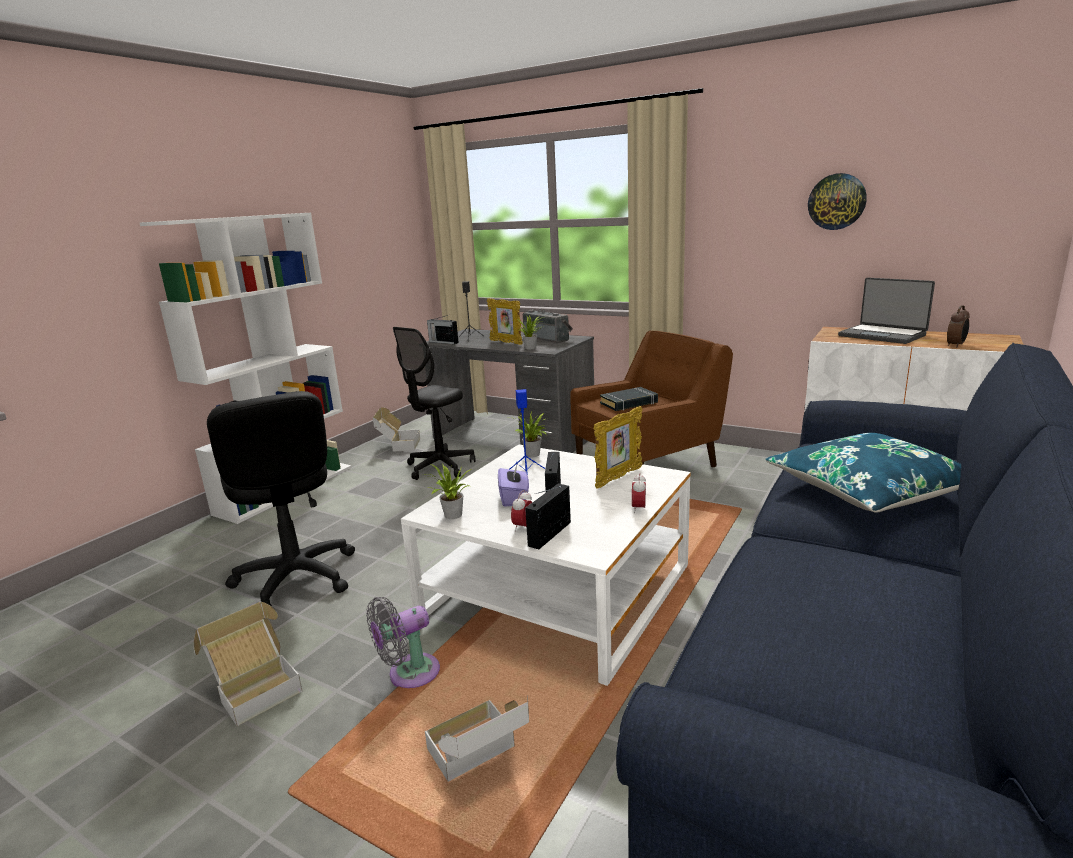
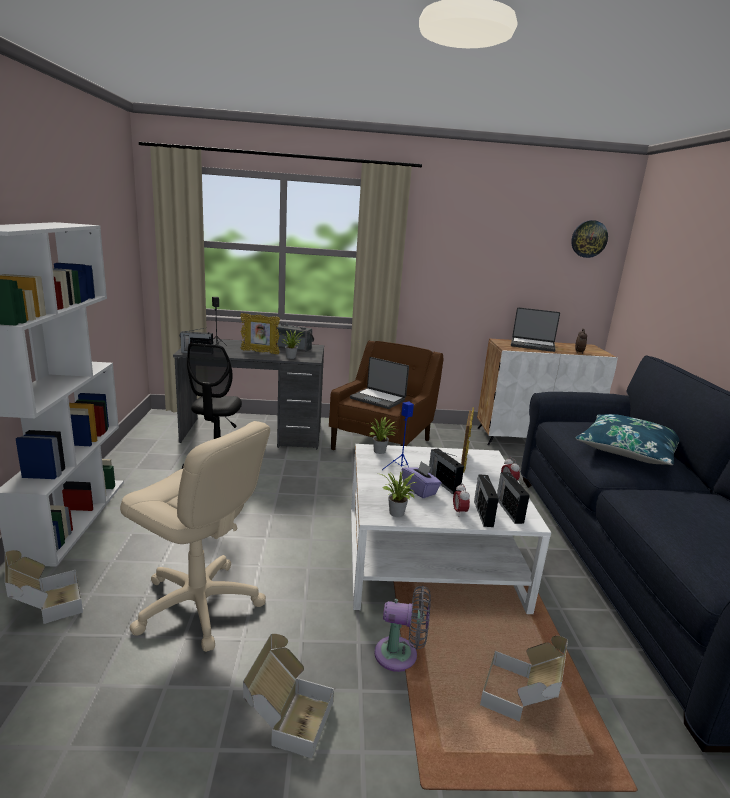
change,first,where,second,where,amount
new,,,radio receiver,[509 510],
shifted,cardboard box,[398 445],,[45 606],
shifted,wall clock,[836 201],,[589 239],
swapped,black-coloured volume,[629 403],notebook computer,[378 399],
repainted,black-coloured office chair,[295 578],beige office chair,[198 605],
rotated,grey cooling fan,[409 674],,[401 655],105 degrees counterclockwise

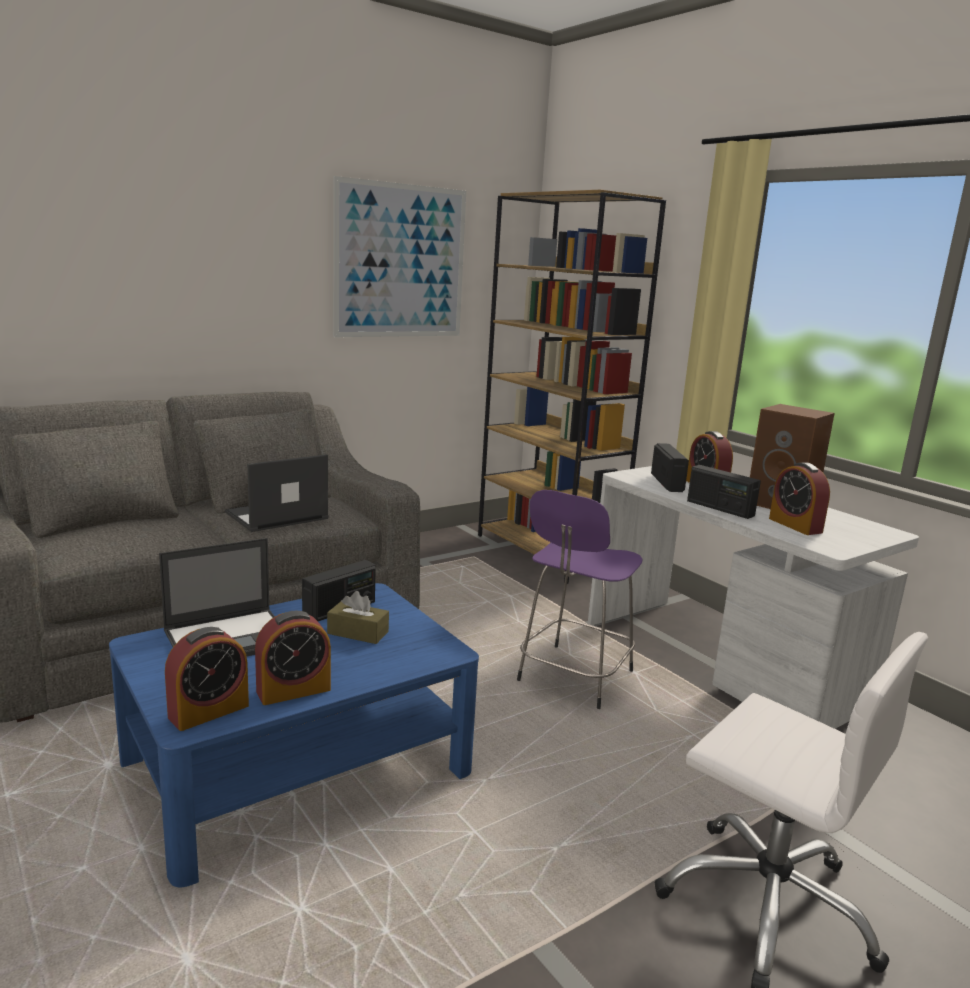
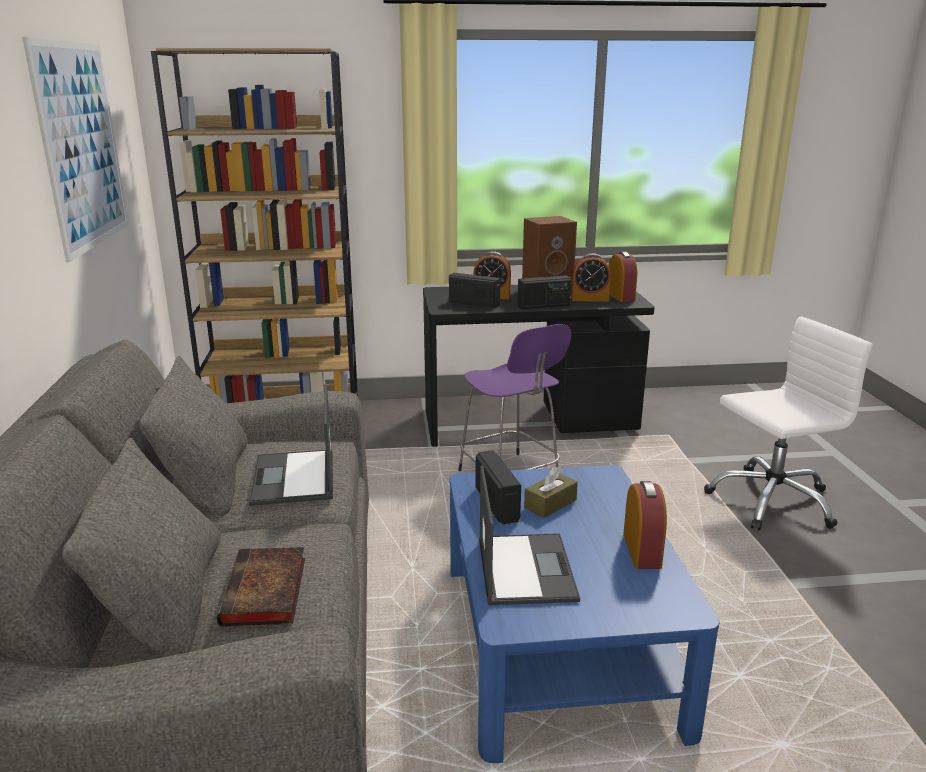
change,first,where,second,where,amount
new,,,volume,[265 593],
shifted,bedside clock,[209 711],,[620 296],
repainted,white desk unit,[721 662],black-coloured desk unit,[529 421],

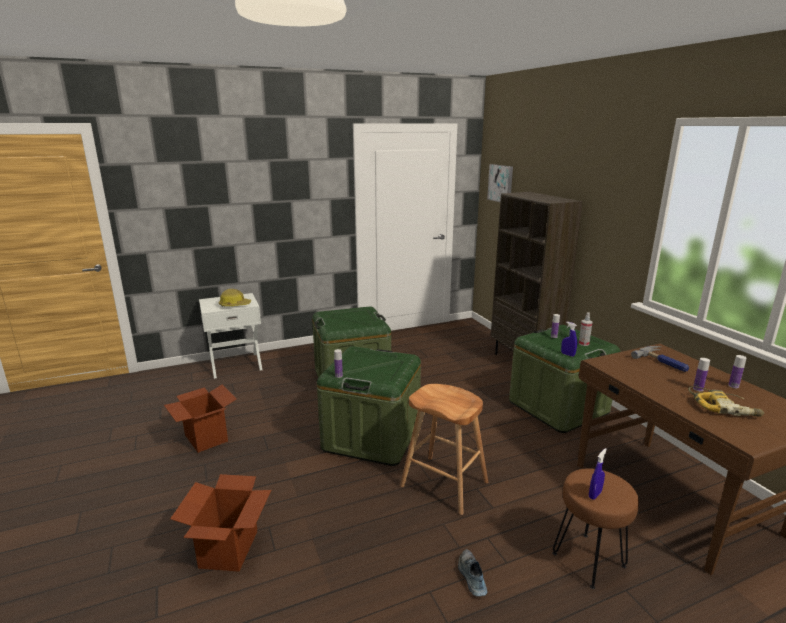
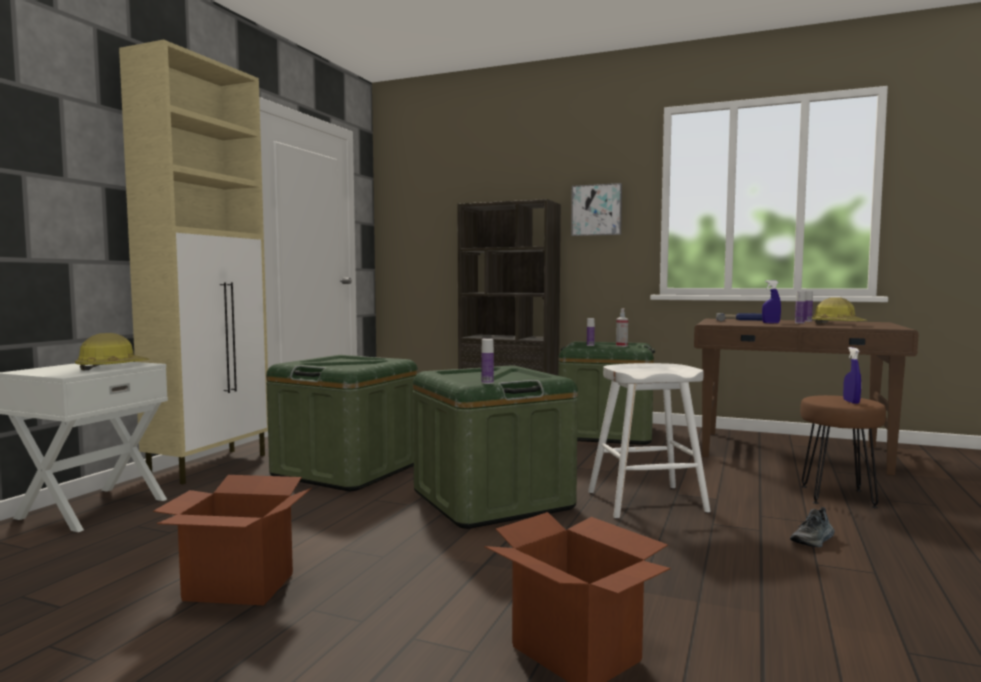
change,first,where,second,where,amount
new,,,beige storage cabinet,[211 465],
shifted,wall art,[501 183],,[596 210],
shifted,bluish hand sprayer,[567 354],,[770 323],
swapped,electric drill,[723 407],hard hat,[837 324],
repainted,brown sitting stool,[444 484],white sitting stool,[646 502],
rotated,low shoe,[471 577],,[813 540],75 degrees counterclockwise

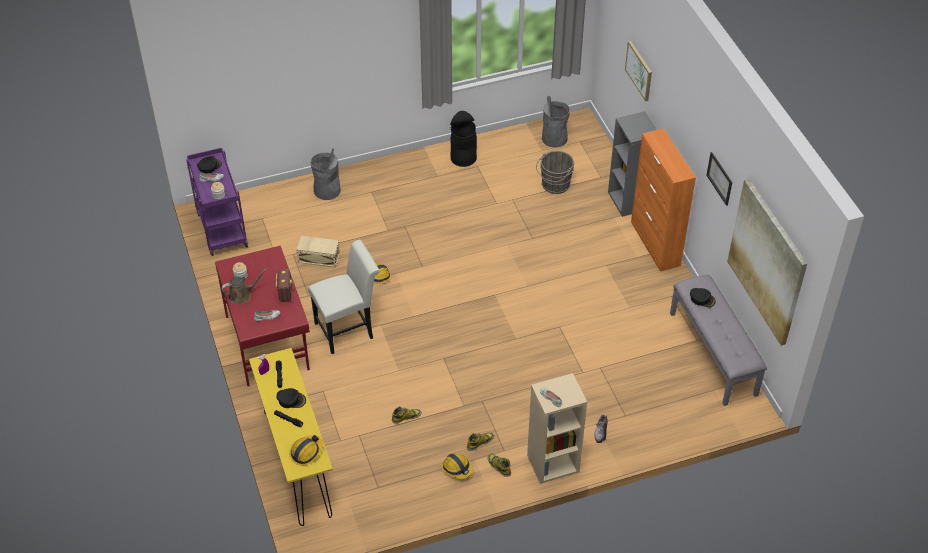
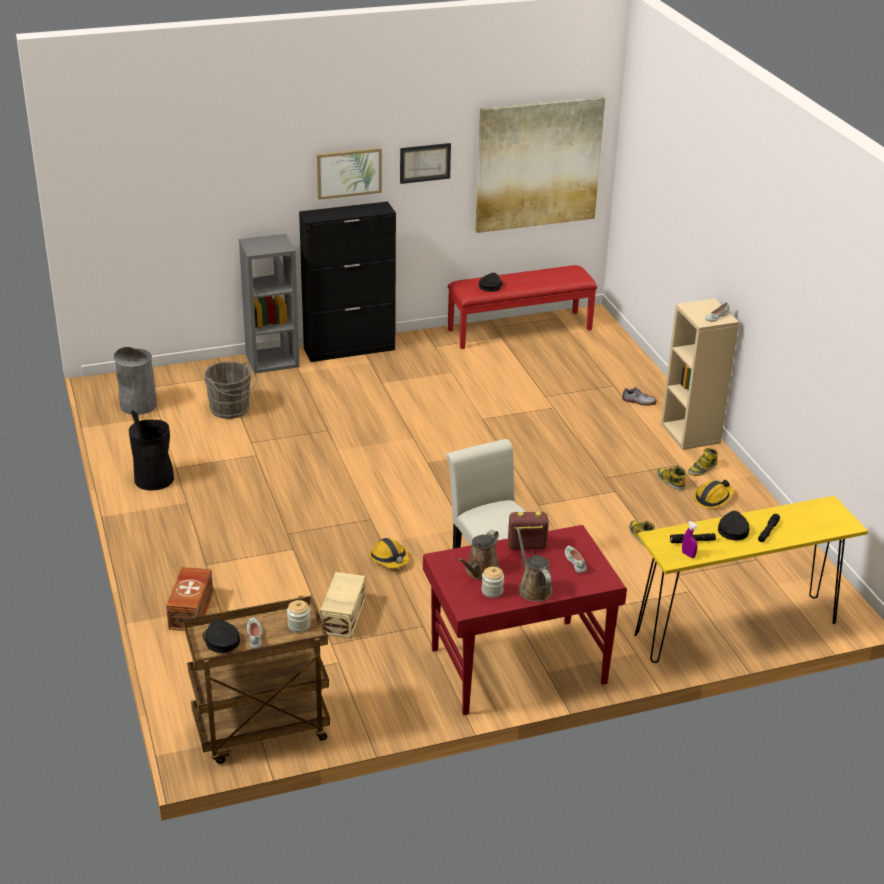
change,first,where,second,where,amount
gone,hard hat,[306 452],,,
new,,,brown watering pot,[480 571],
shifted,wall art,[639 70],,[349 172],
swapped,grey trash can,[327 190],brown storage bin,[192 610],
repainted,purple-coloured wheeled cart,[221 229],brown wheeled cart,[260 731],
repainted,orangey storage cabinet,[655 244],black-coloured storage cabinet,[350 349],
repainted,grey indoor bench,[713 353],red-coloured indoor bench,[519 329],

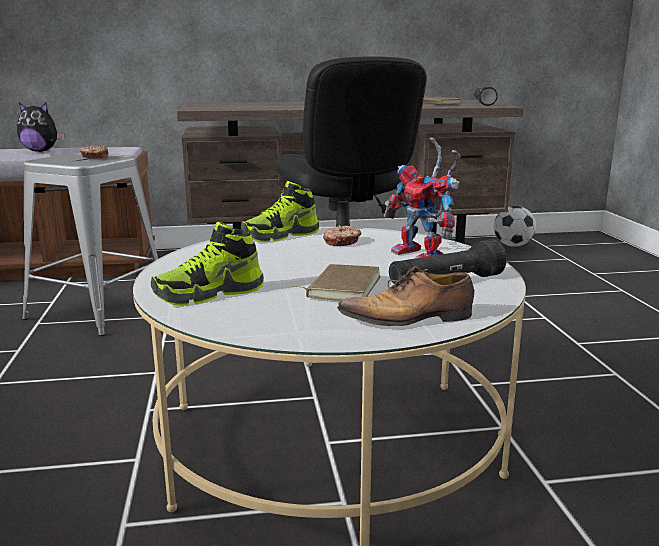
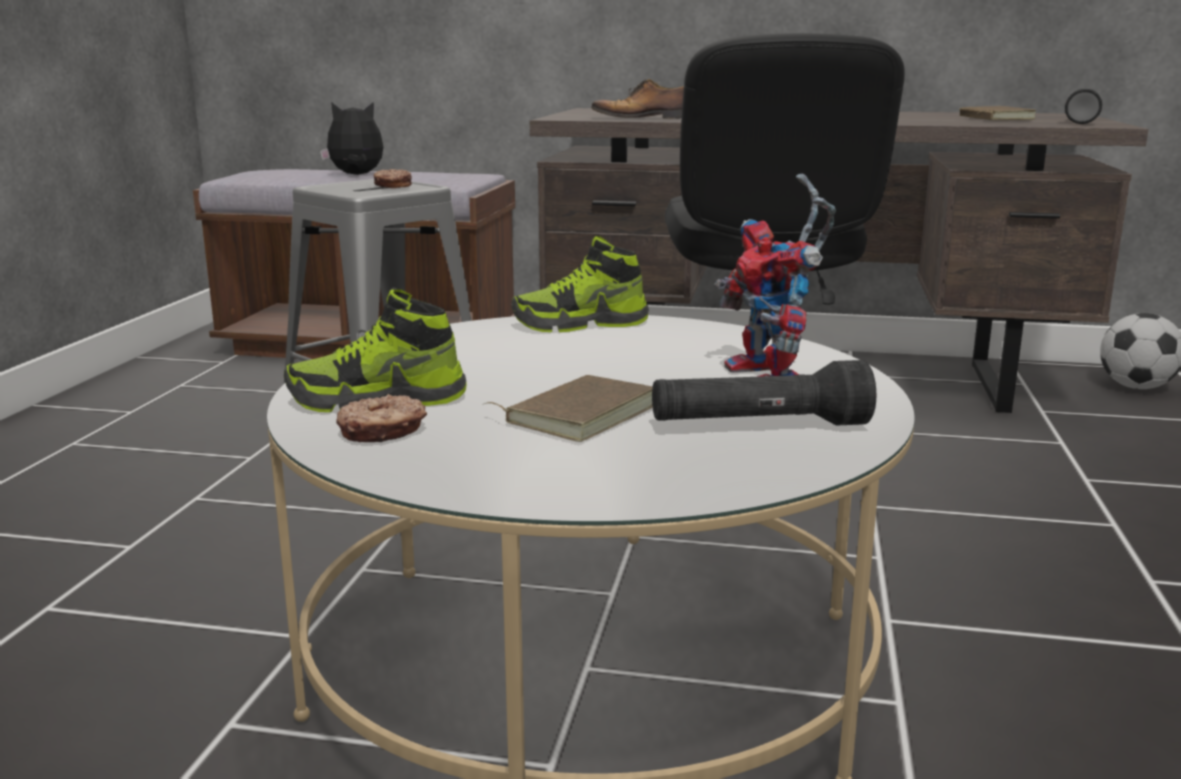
change,first,where,second,where,amount
shifted,ring doughnut,[342 242],,[382 432],
shifted,low shoe,[409 319],,[643 118],
rotated,soft toy,[41 151],,[356 175],150 degrees clockwise

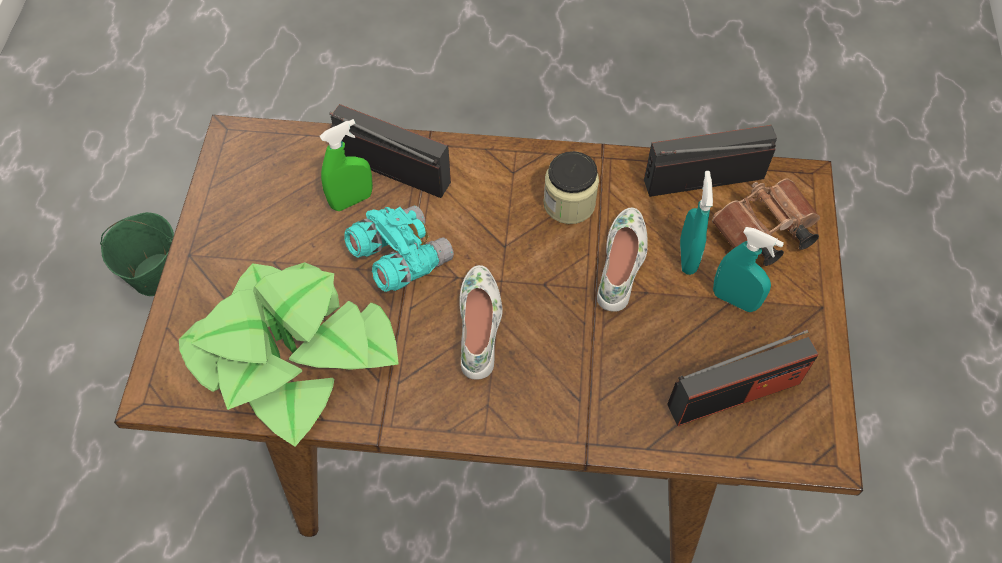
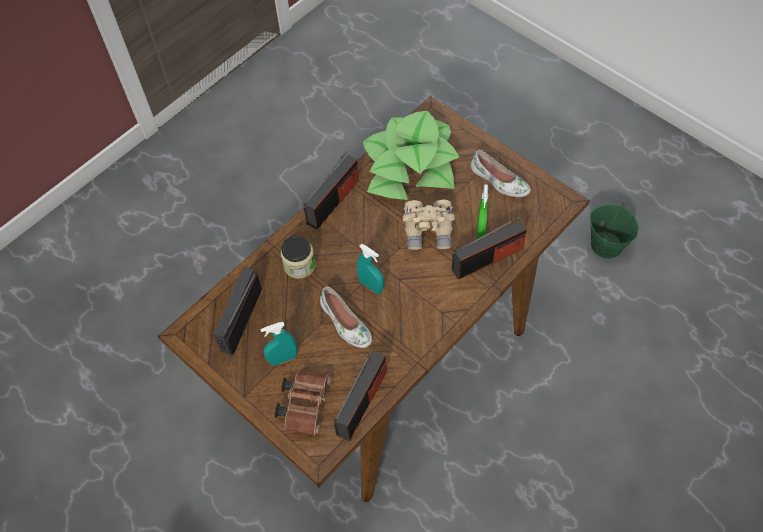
change,first,where,second,where,amount
new,,,radio receiver,[333 201],
shifted,white low shoe,[480 326],,[499 181],
shifted,jar,[569 203],,[299 265],
shifted,blue-green hand sprayer,[687 257],,[371 285],
repainted,blue-green binoculars,[400 258],beige binoculars,[429 231],

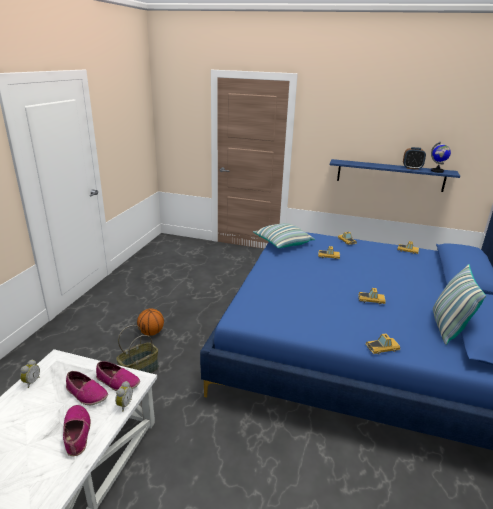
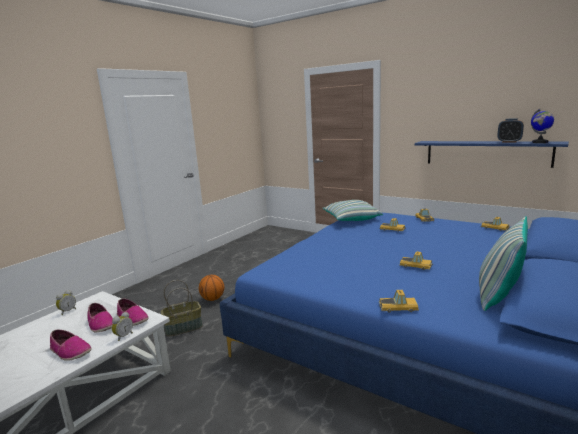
change,first,where,second,where,amount
rotated,low shoe,[77 433],,[70 351],120 degrees clockwise

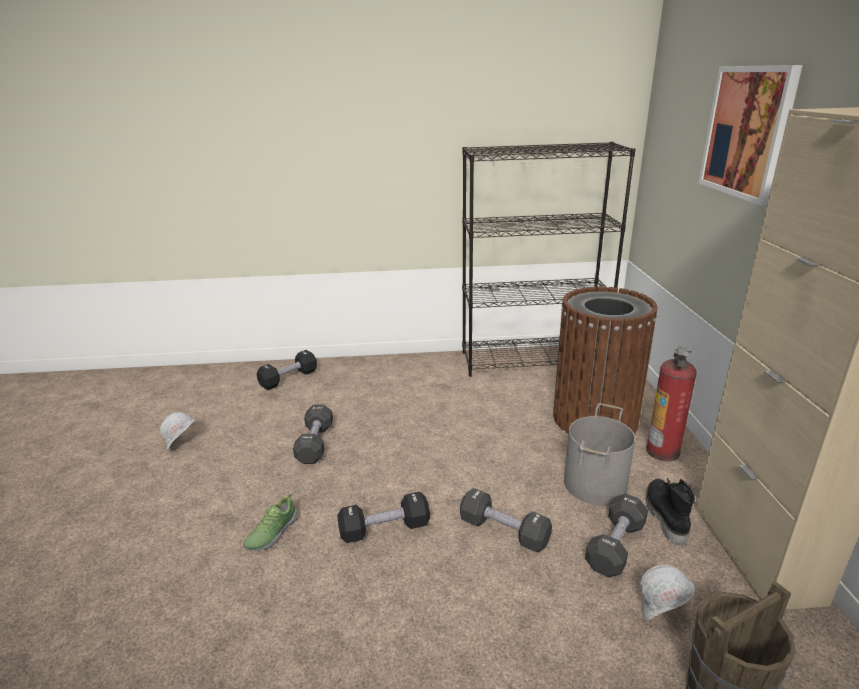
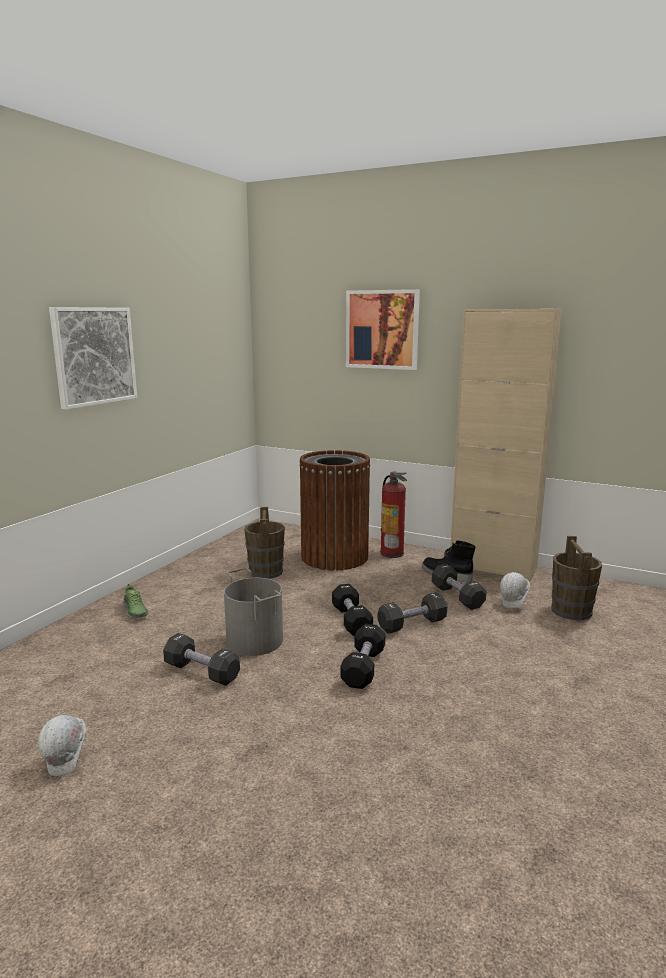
change,first,where,second,where,amount
gone,black-coloured bookshelf,[533 360],,,
new,,,wall art,[94 356],
new,,,brown bucket,[266 572],
shifted,low shoe,[272 533],,[135 611],
shifted,black-coloured free weight,[289 379],,[351 620],
shifted,grey bucket,[596 484],,[255 640],

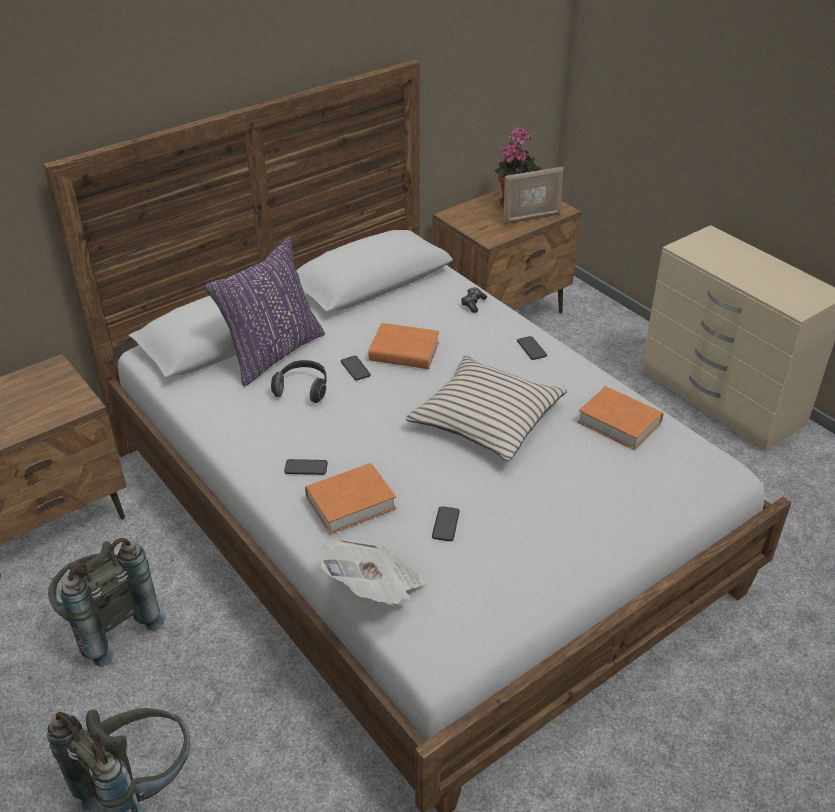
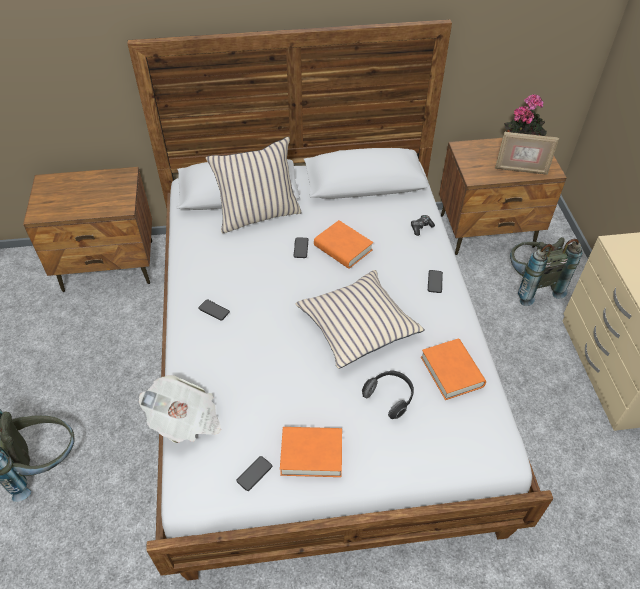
change,first,where,second,where,amount
shifted,grey backpack,[107 625],,[530 285],
shifted,headset,[303 389],,[390 397],
shifted,orangey volume,[350 503],,[311 454],
shifted,phone,[445 524],,[254 473],
repainted,purple-coloured cushion,[272 353],beige cushion,[258 214],

